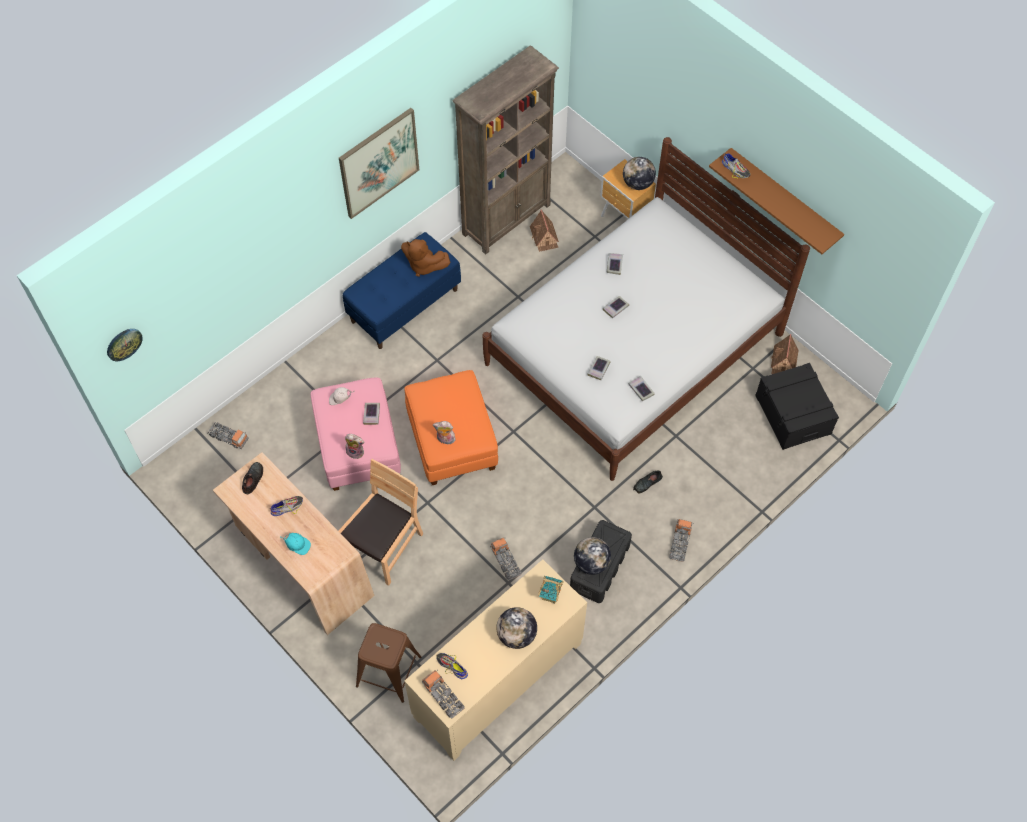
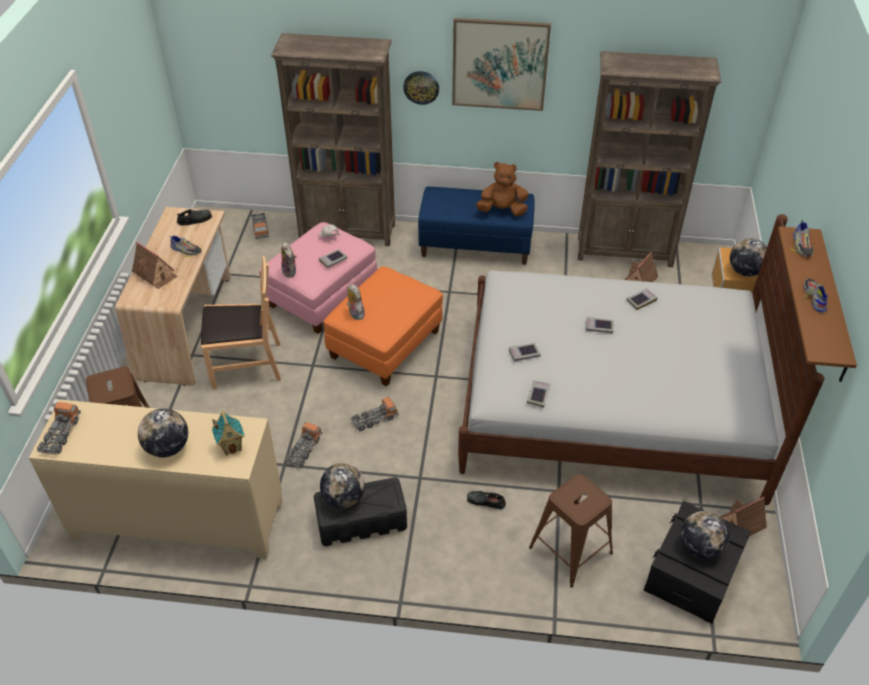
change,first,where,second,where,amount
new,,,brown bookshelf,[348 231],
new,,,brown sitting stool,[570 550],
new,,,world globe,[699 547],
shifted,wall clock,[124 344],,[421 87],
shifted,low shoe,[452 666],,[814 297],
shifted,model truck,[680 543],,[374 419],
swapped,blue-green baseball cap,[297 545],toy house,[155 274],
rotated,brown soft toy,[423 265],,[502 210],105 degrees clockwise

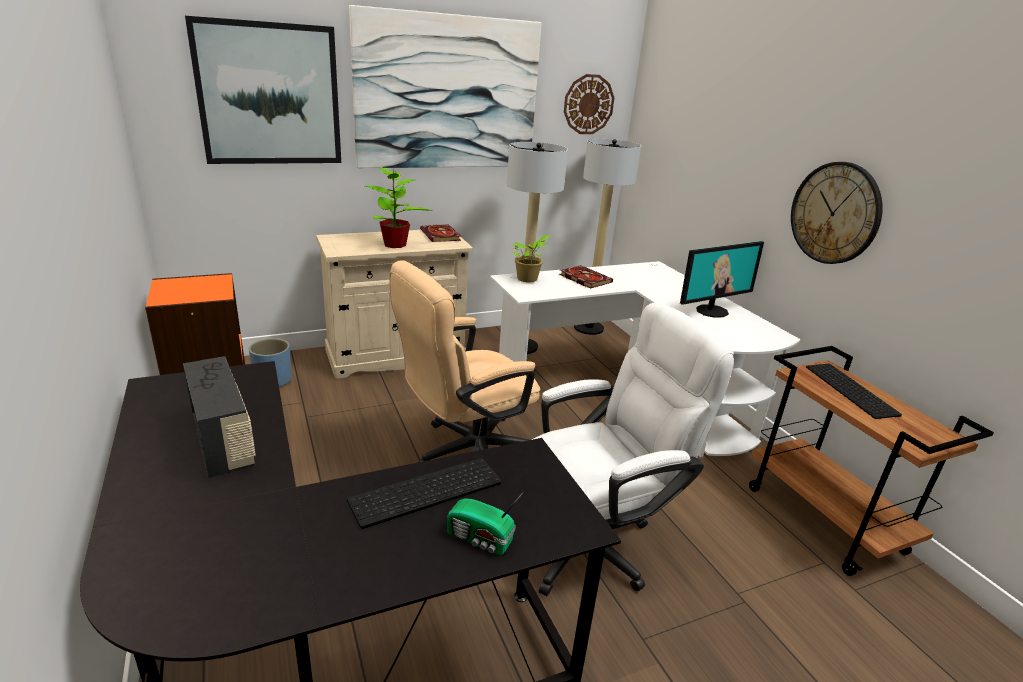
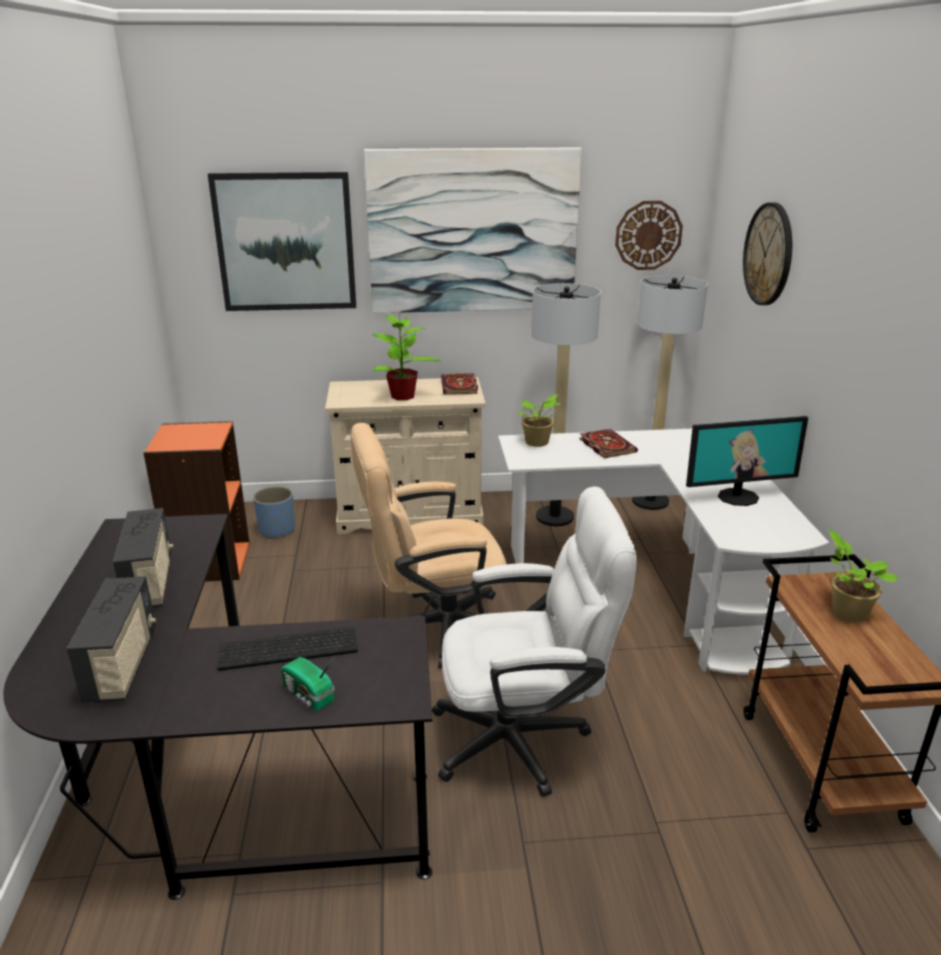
change,first,where,second,where,amount
new,,,radio receiver,[123 665],
shifted,wall clock,[835 213],,[769 254],
swapped,keyboard,[852 390],houseplant,[846 611],

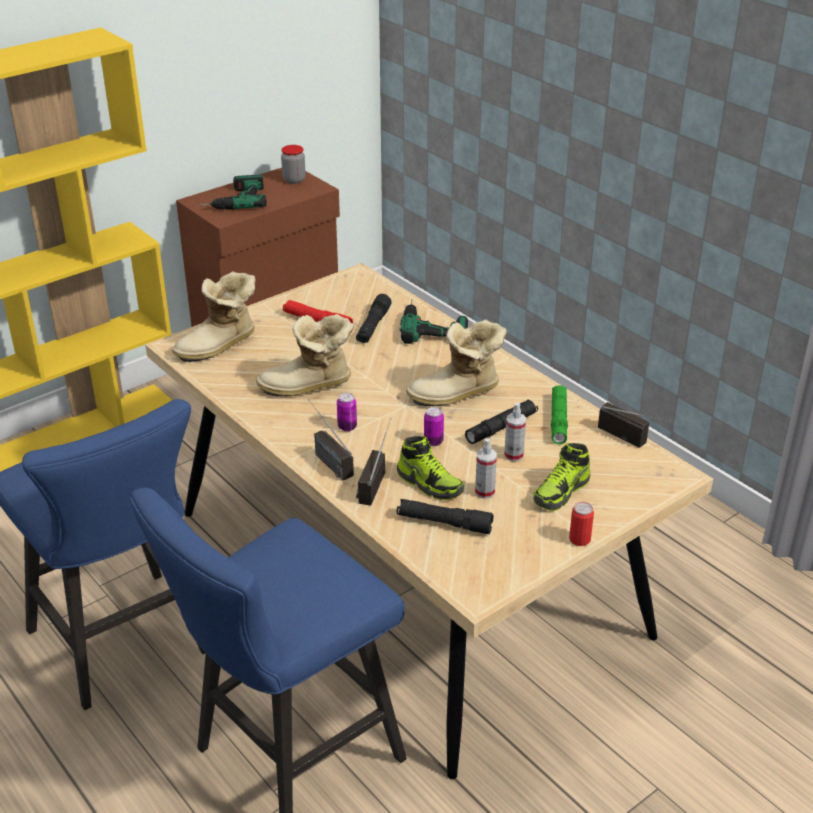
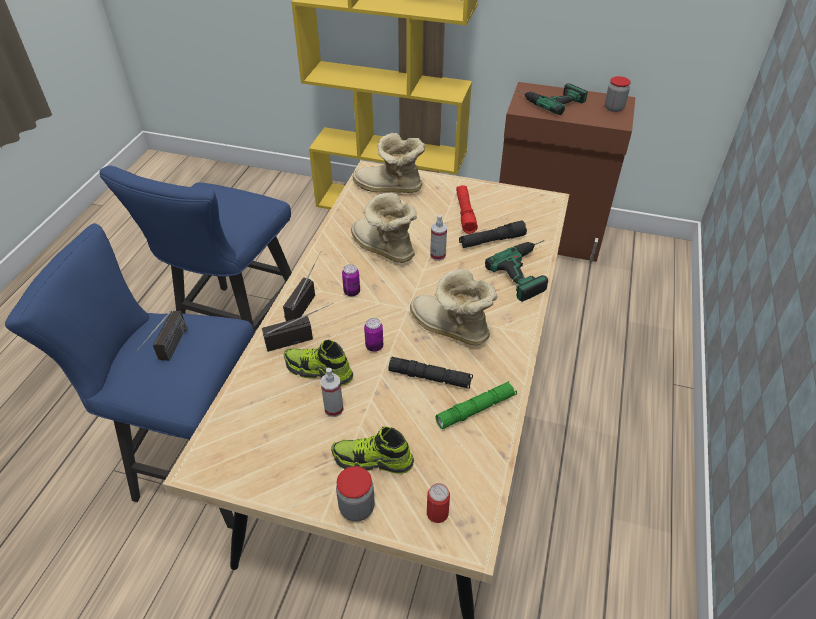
change,first,where,second,where,amount
gone,black-coloured hand torch,[444 523],,,
new,,,jar,[357 508],
shifted,hand sprayer,[513 455],,[437 255],
shifted,metal can,[579 539],,[437 513],
shifted,radio receiver,[634 440],,[169 352],
rotated,low shoe,[430 484],,[319 371],105 degrees clockwise

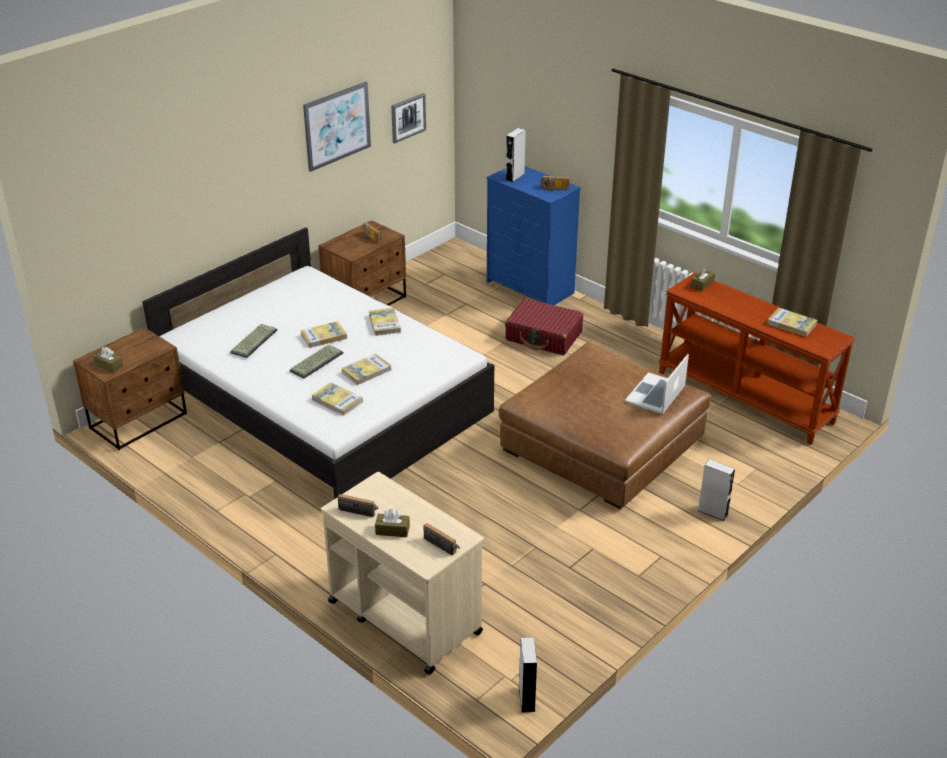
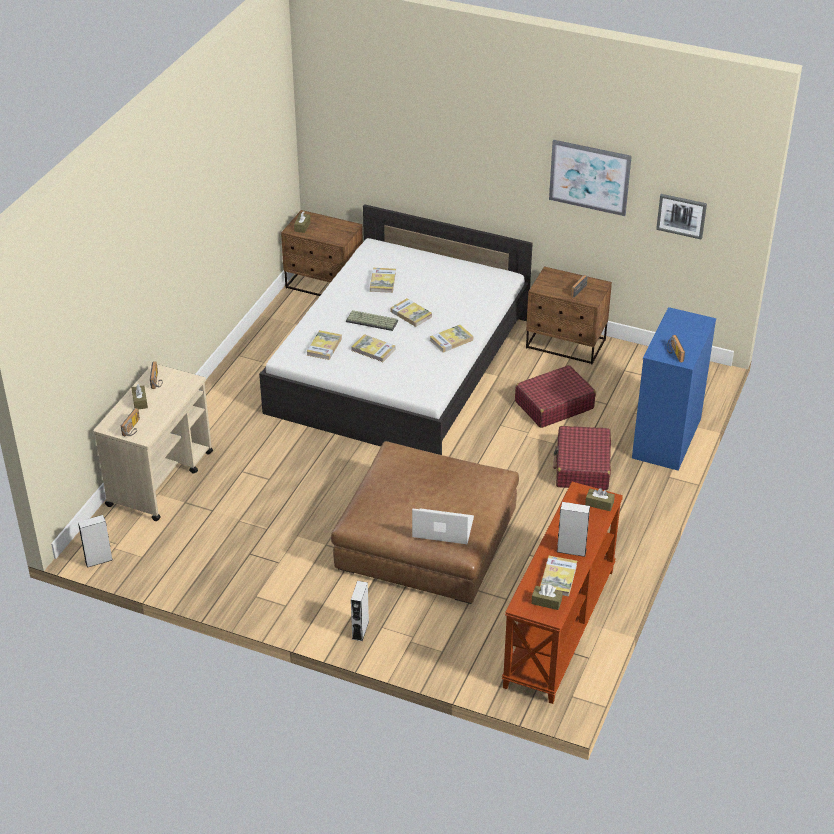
change,first,where,second,where,amount
new,,,red-coloured suitcase,[553 405],
new,,,brown tissue holder,[546 602],
shifted,grey audio speaker,[514 177],,[571 550],
swapped,keyboard,[253 341],volume,[383 282],

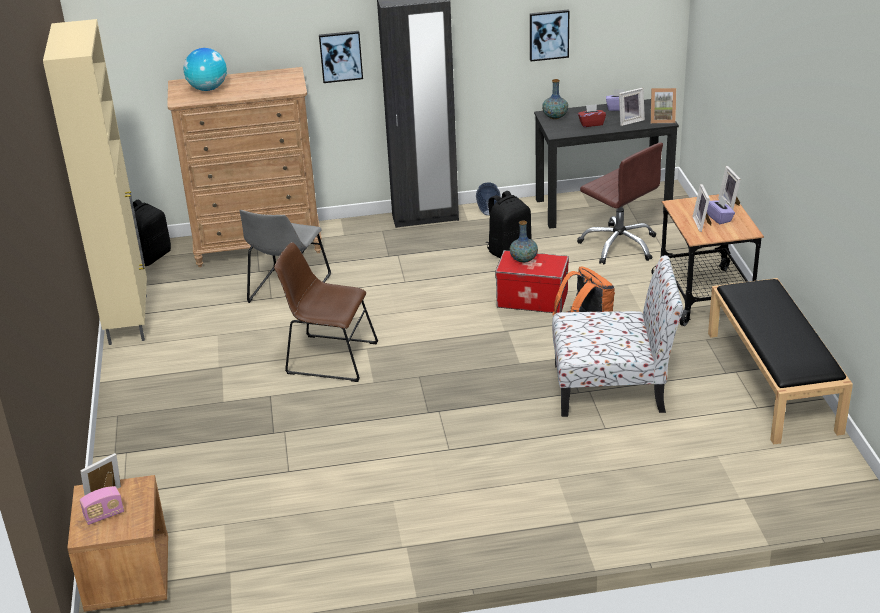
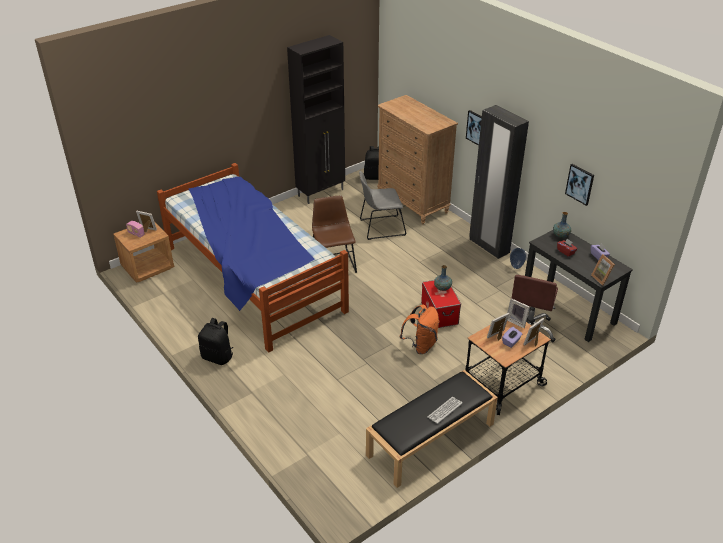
change,first,where,second,where,amount
gone,world globe,[208 89],,,
gone,upright chair,[612 388],,,
new,,,sleeping bed,[252 279],
new,,,keyboard,[444 410],
shifted,black-coloured backpack,[508 249],,[218 357],
shifted,standing frame,[629 121],,[517 321],
repainted,beige storage cabinet,[129 319],black-coloured storage cabinet,[321 192],

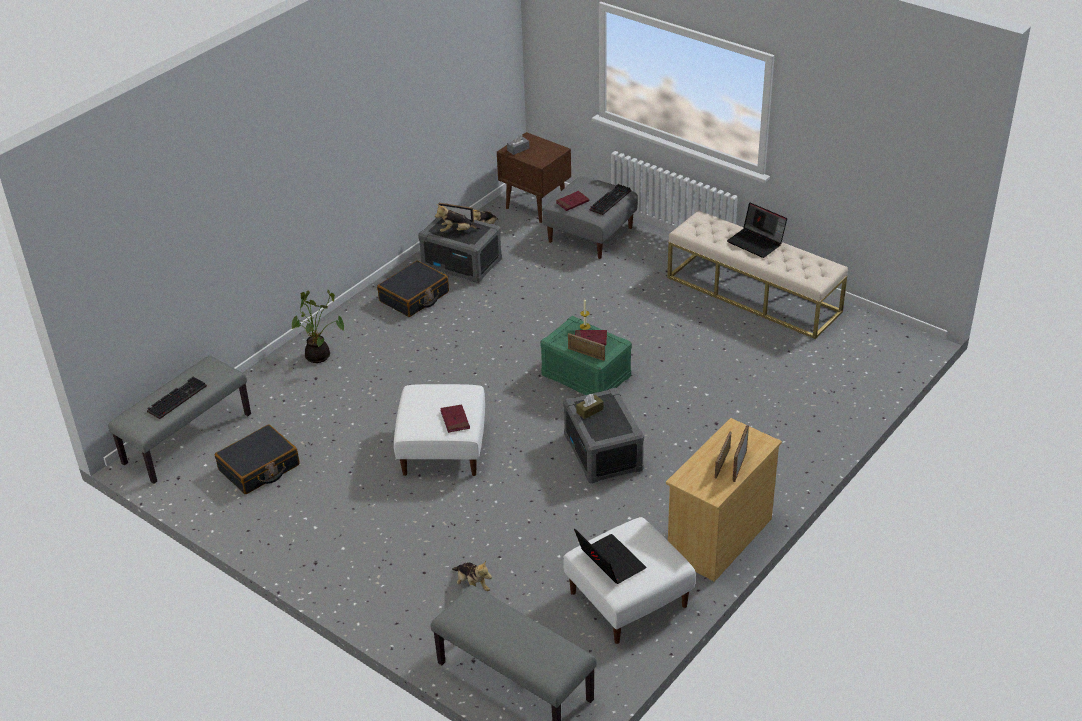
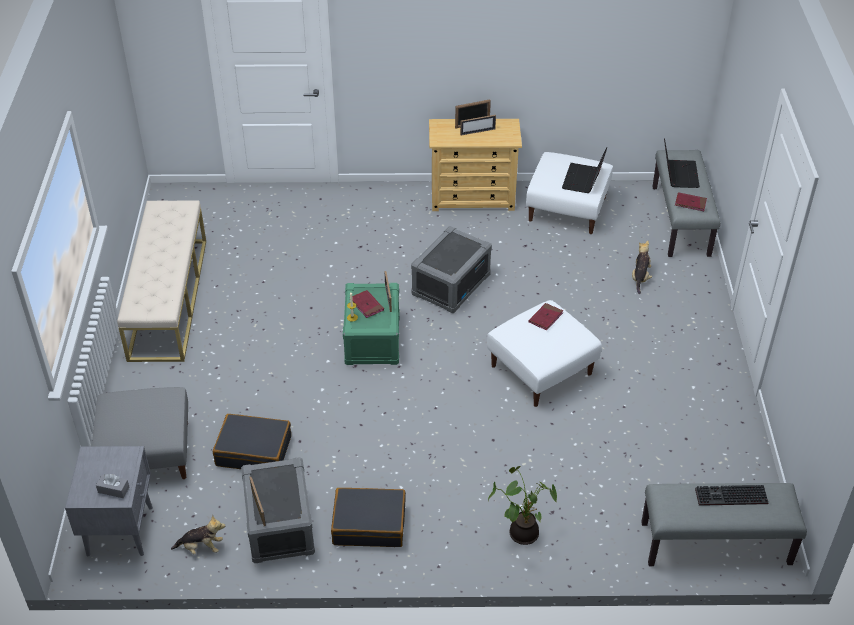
change,first,where,second,where,amount
gone,soft toy,[457 231],,,
gone,brown tissue holder,[590 411],,,
gone,keyboard,[610 200],,,
shifted,black-coloured suitcase,[259 468],,[254 450],
shifted,red-coloured volume,[572 202],,[690 203],
shifted,notebook computer,[756 242],,[678 174],
repainted,brown bedside table,[536 206],grey bedside table,[120 529],

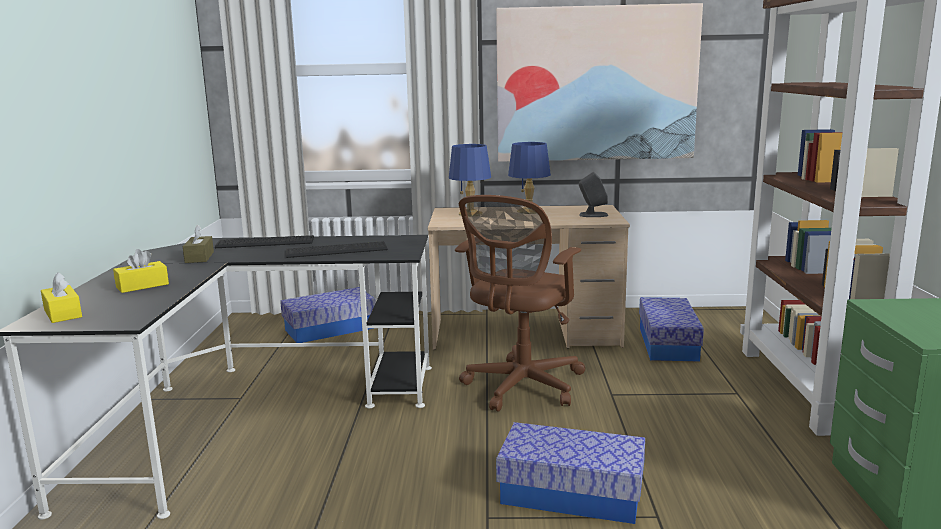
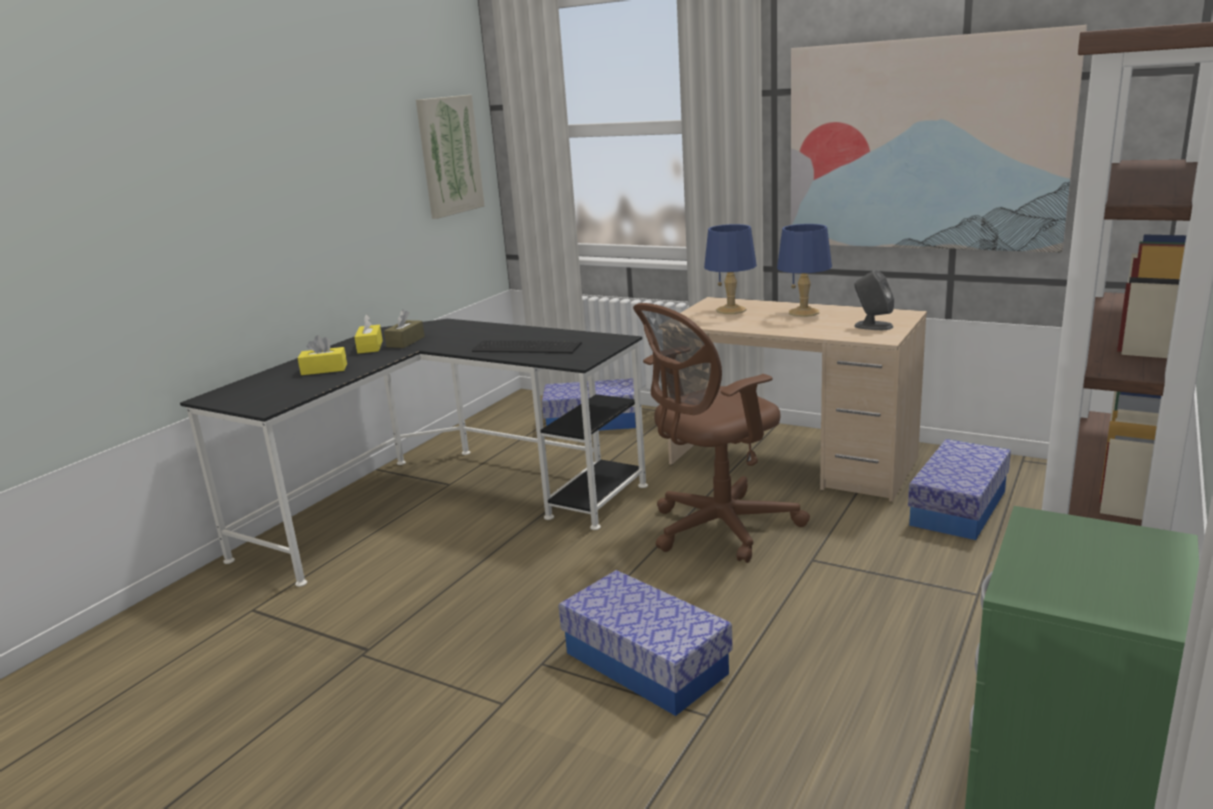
change,first,where,second,where,amount
gone,keyboard,[264 242],,,
new,,,wall art,[449 156],
shifted,yellow tissue holder,[63 313],,[370 347],

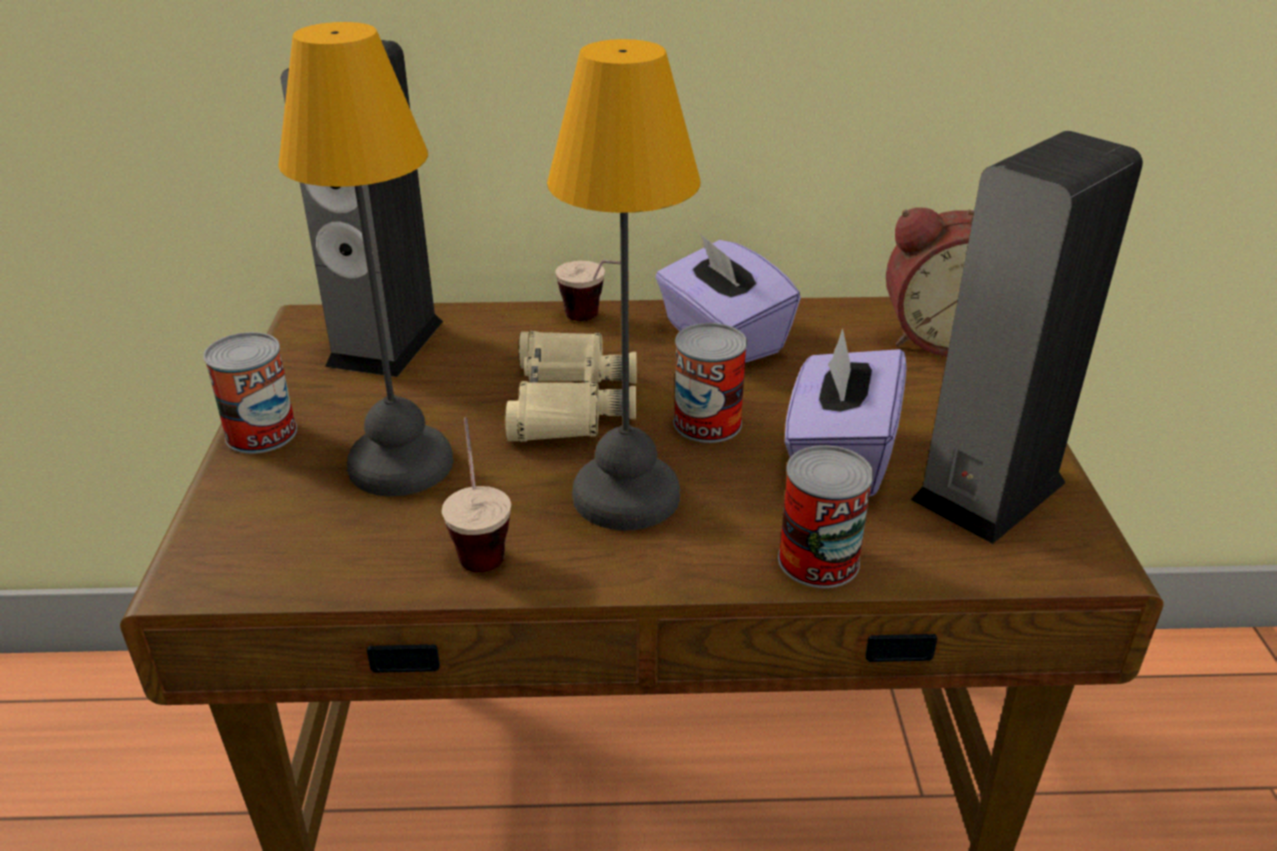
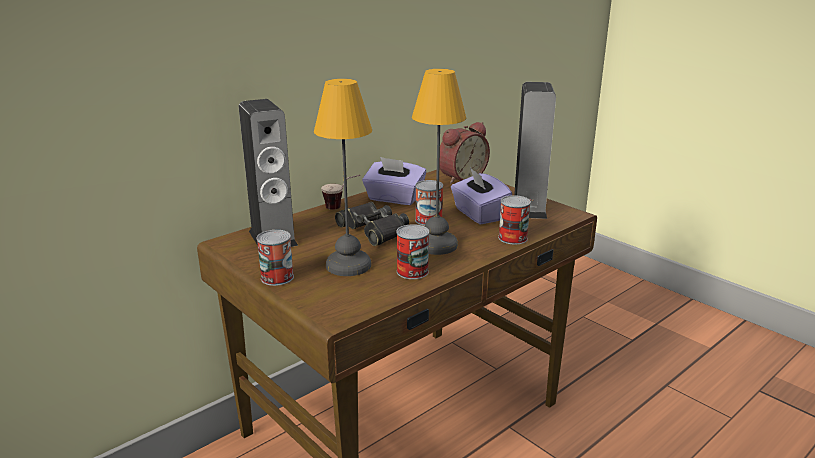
change,first,where,second,where,amount
swapped,drinking cup,[479 541],metal can,[412 271],
repainted,beige binoculars,[568 400],black-coloured binoculars,[373 230],

